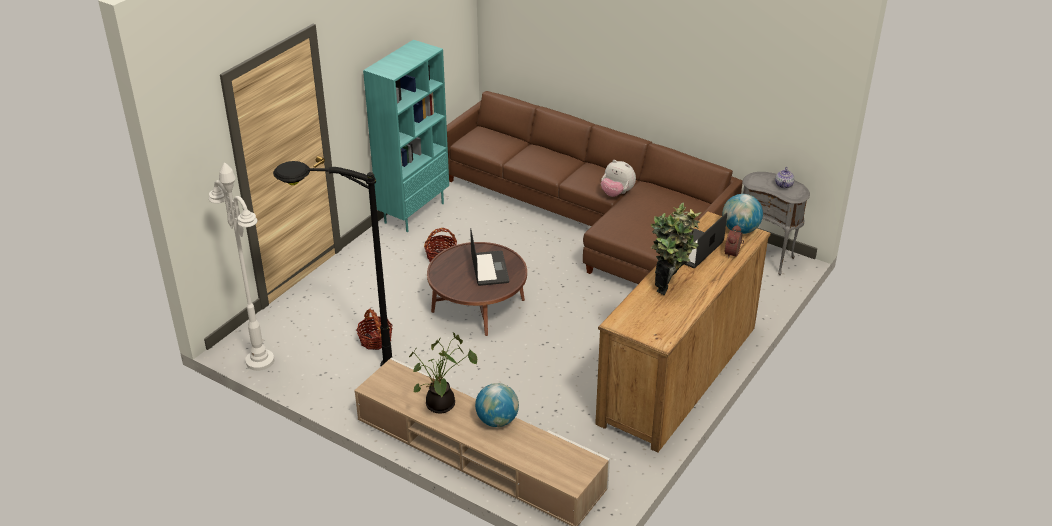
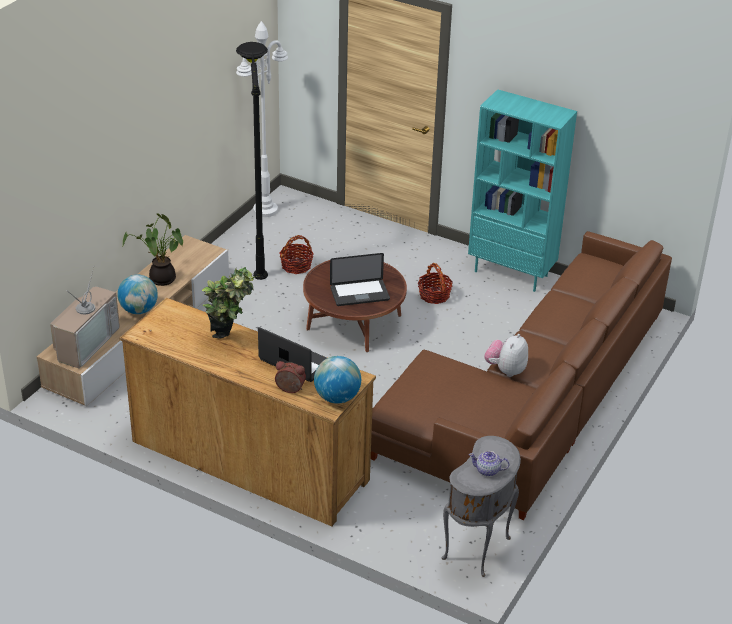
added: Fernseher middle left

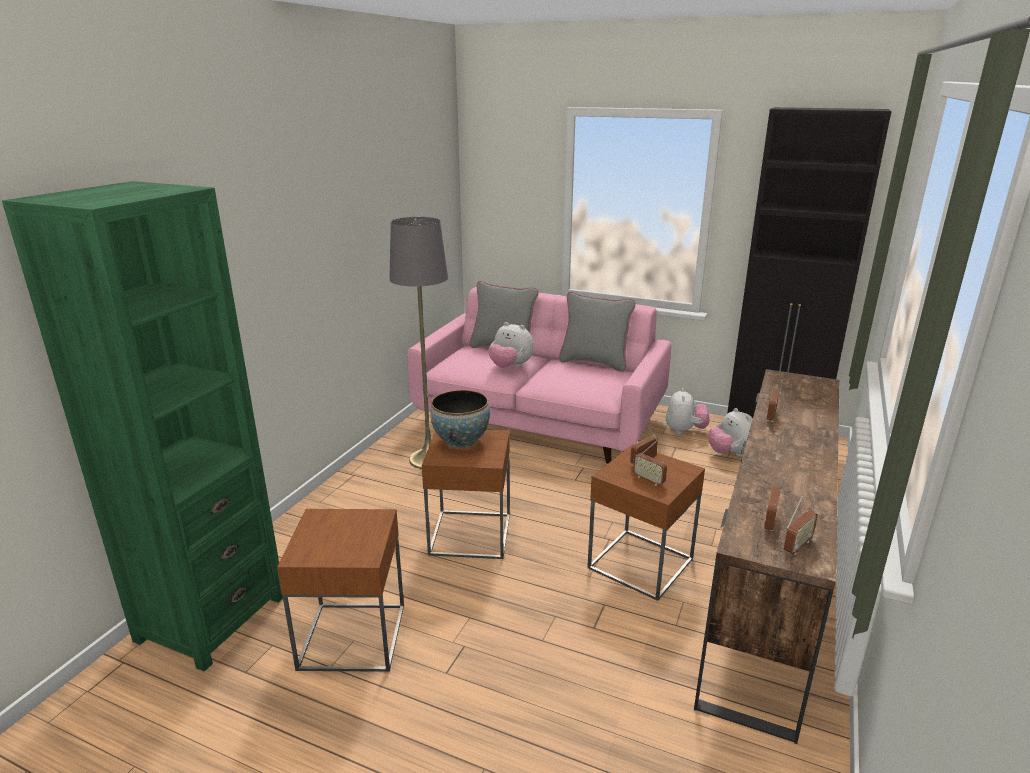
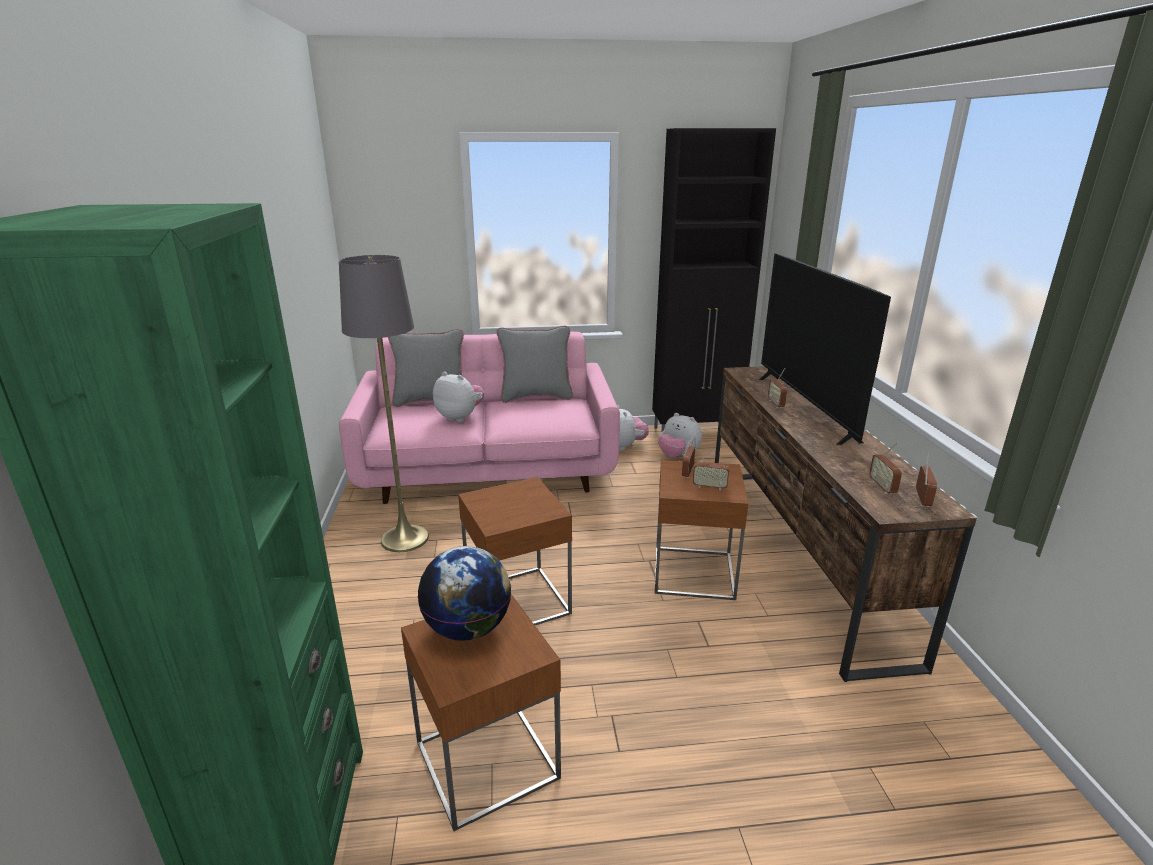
removed: Schüssel centre
added: Fernseher middle right; Globus bottom centre
turned: Plüschtier (1st from left) centre = centre 150 degrees counterclockwise

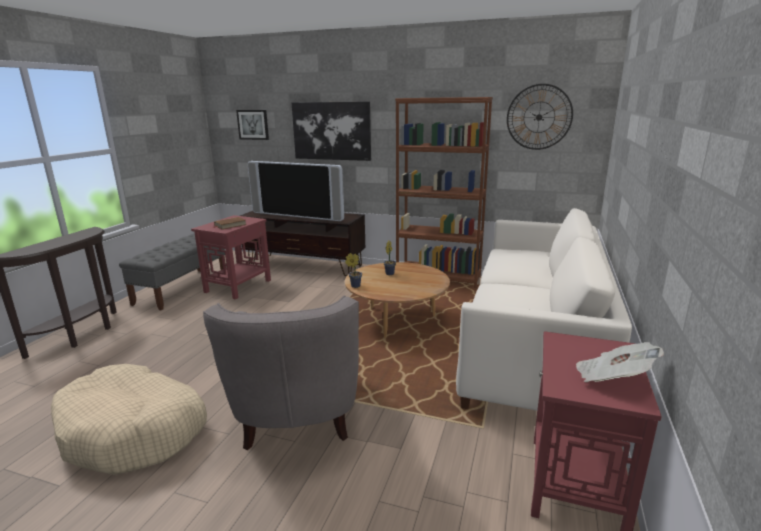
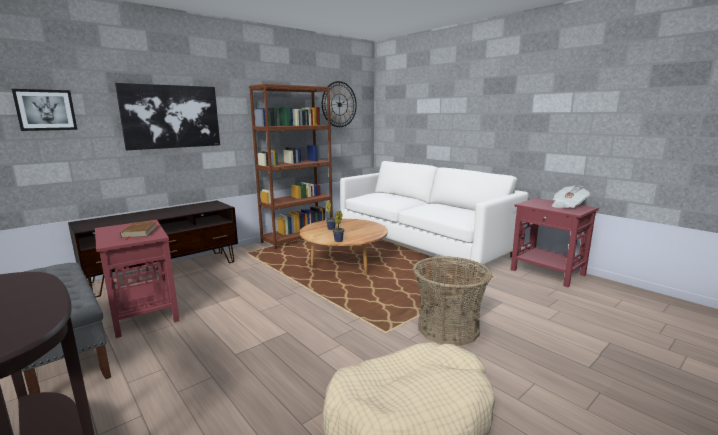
removed: Fernseher centre
replaced: Sessel/grau bottom centre to Korb bottom centre

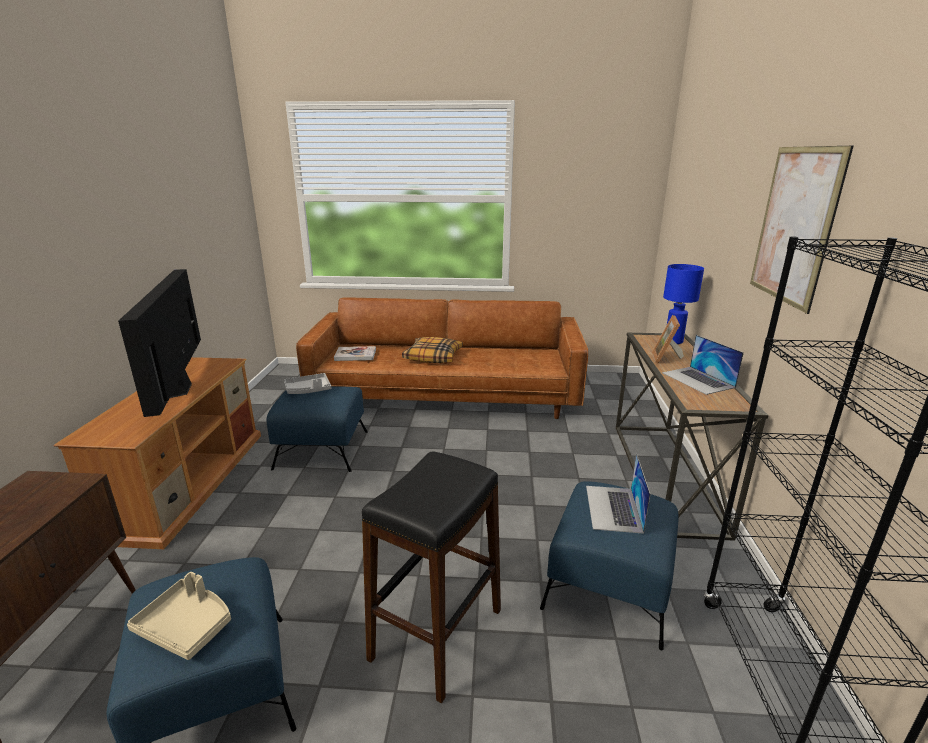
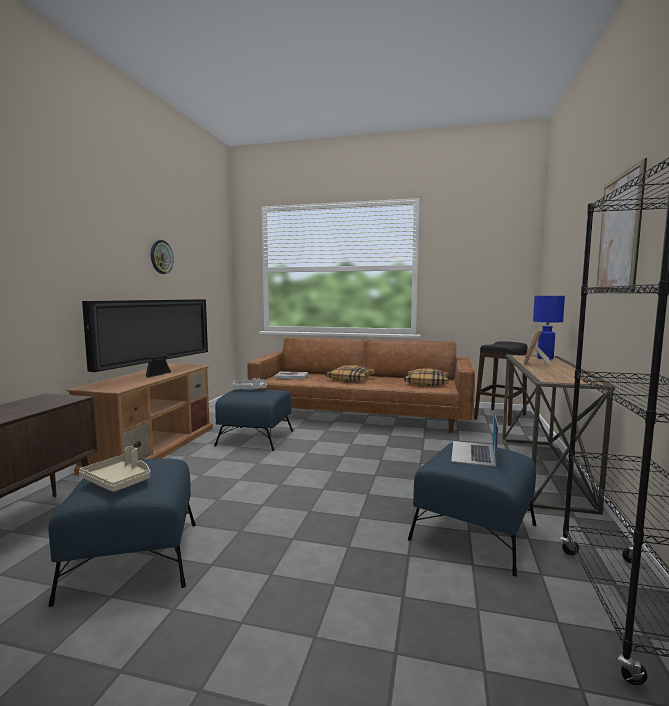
removed: Laptop (2nd from left) middle right
added: Wanduhr middle left; Kissen (2nd from left) centre
moved: Hocker/schwarz bottom centre to middle right
turned: Fernseher middle left = middle left 150 degrees counterclockwise

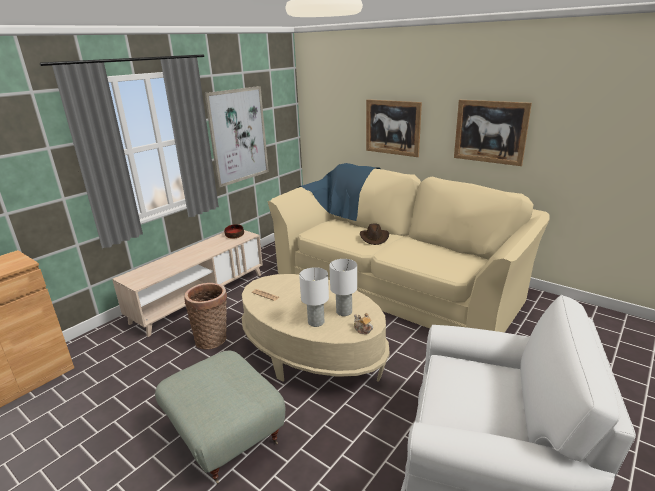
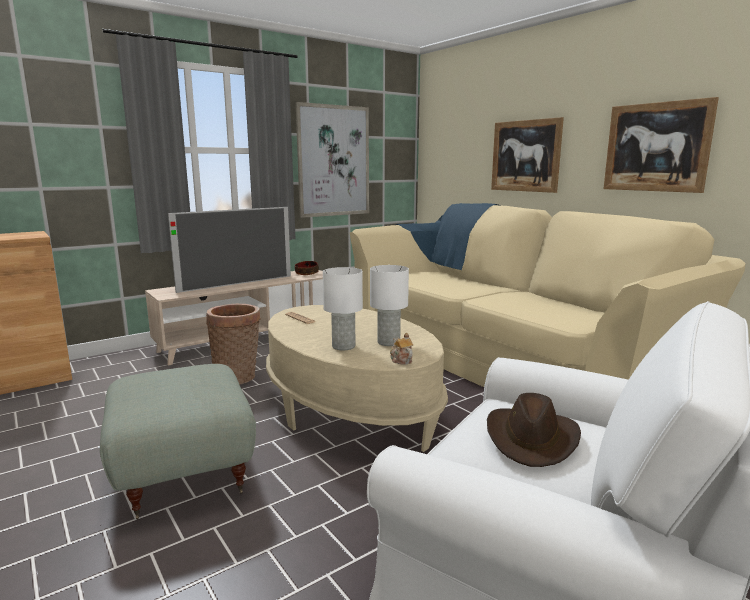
added: Fernseher middle left
moved: Hut/braun centre to bottom right

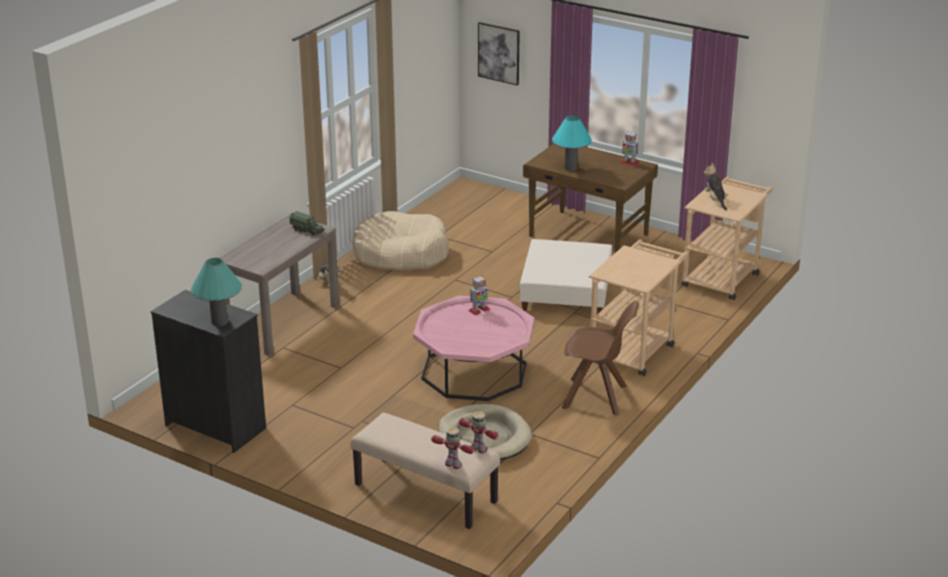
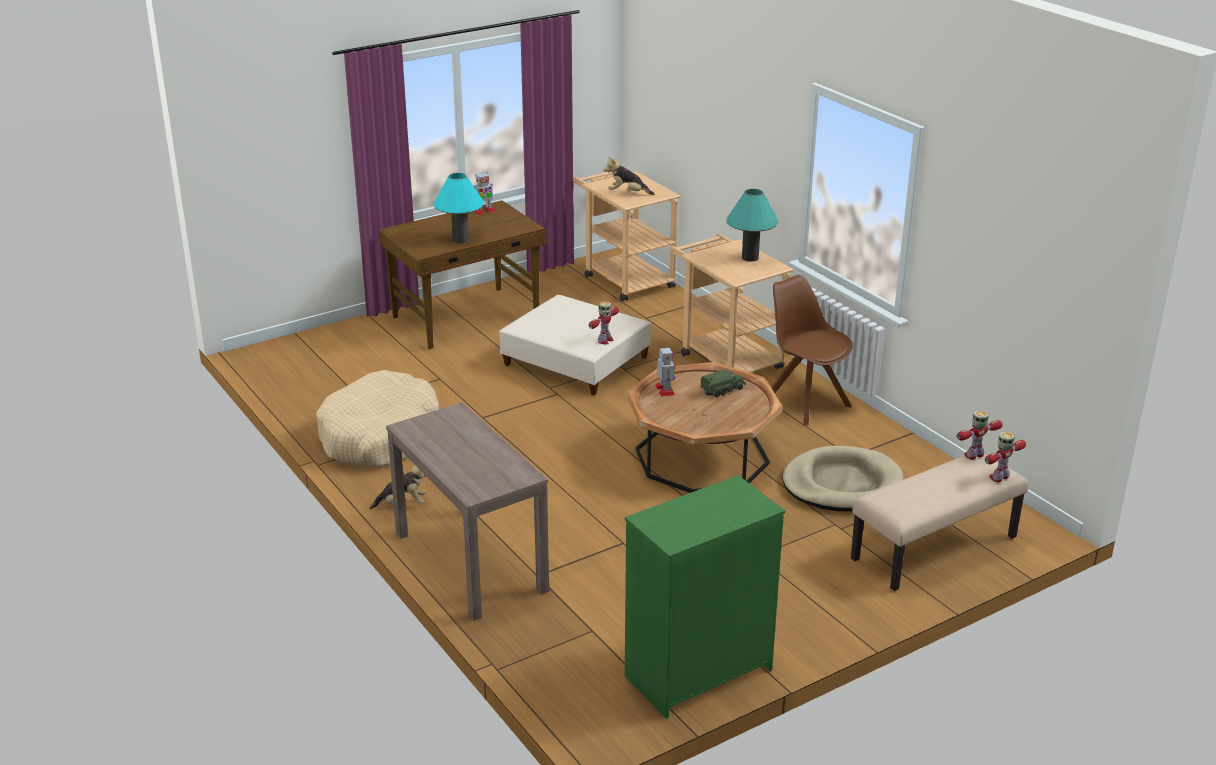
removed: Bild top centre
added: Spielzeugroboter (2nd from left) centre
moved: Spielzeuglaster middle left to centre; Tischlampe/türkis (1st from left in the first image) middle left to Tischlampe/türkis (2nd from left) top centre
recoloured: Kommode/schwarz middle left to Kommode/grün bottom centre; Couchtisch/rosa centre to Couchtisch/braun centre
turned: Stuhl/braun centre = middle right 75 degrees counterclockwise

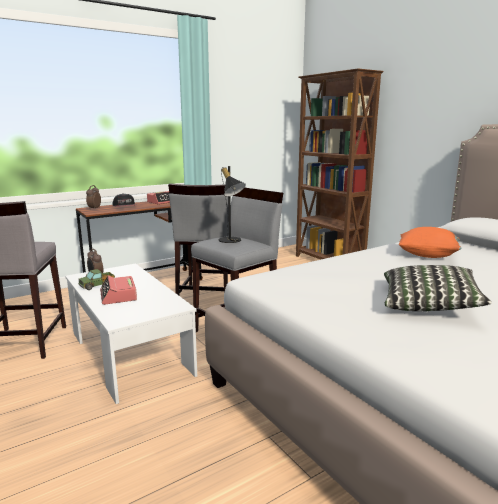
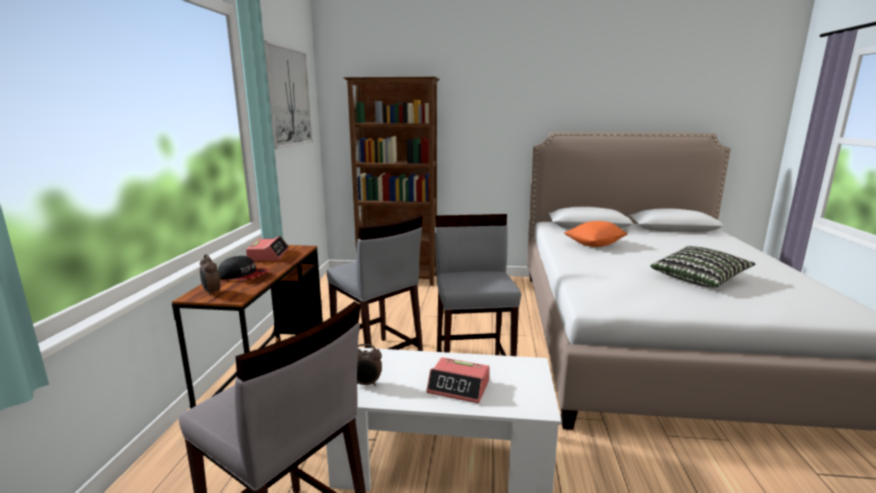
removed: Tischlampe/schwarz centre; Spielzeuglaster middle left
added: Bild top left

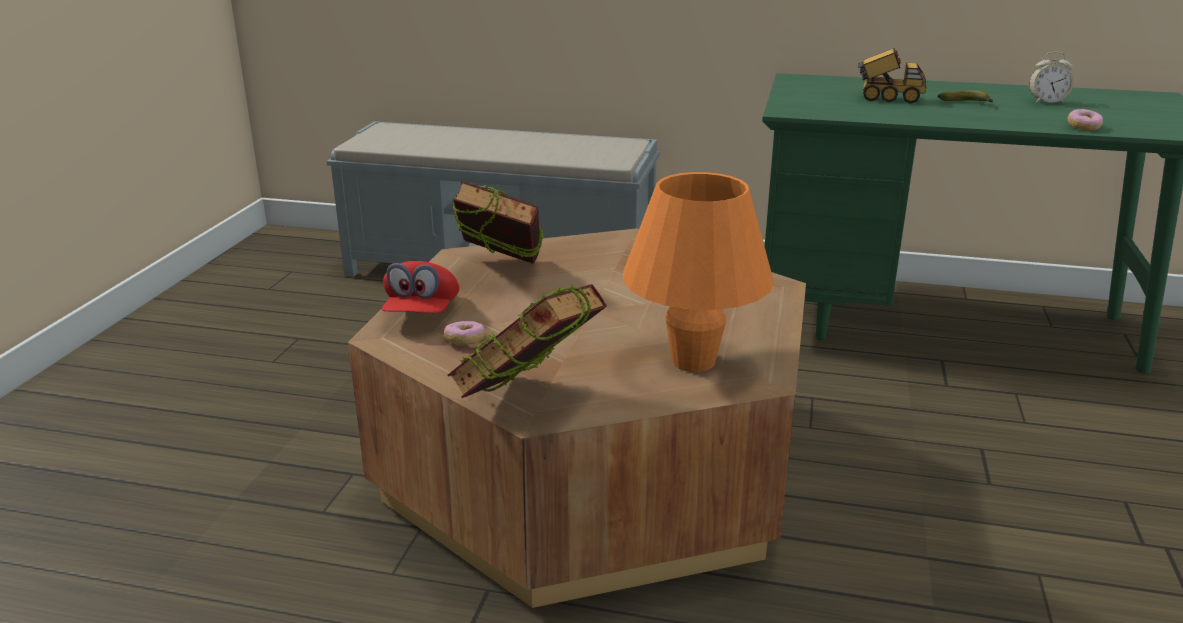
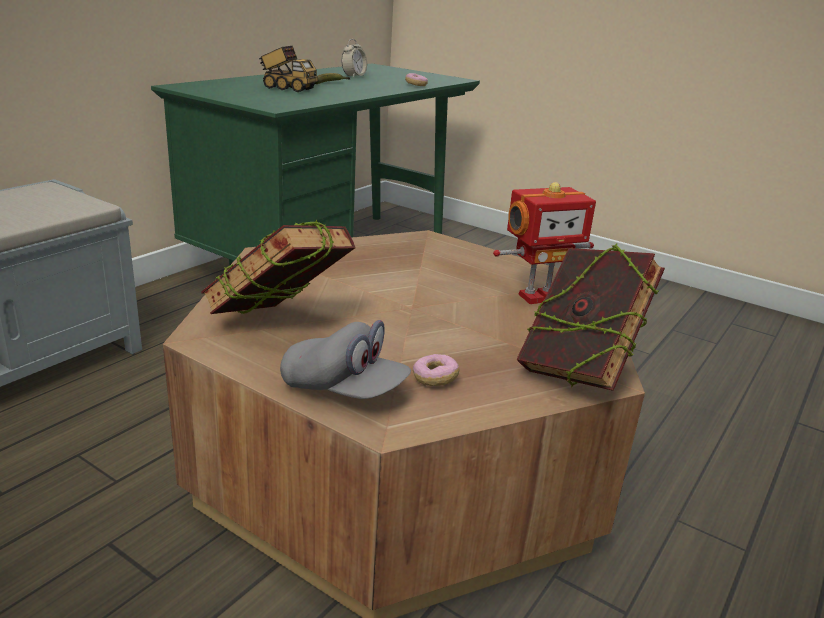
replaced: Tischlampe/orange centre to Spielzeugroboter centre
recoloured: Kappe/rot centre to Kappe/grau centre
turned: Spielzeuglaster top right = top centre 75 degrees clockwise

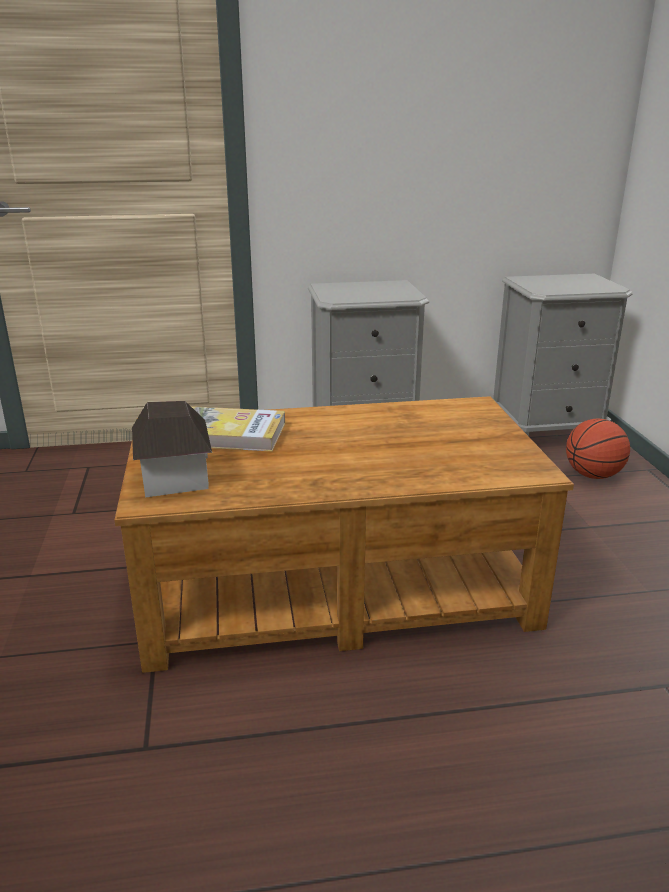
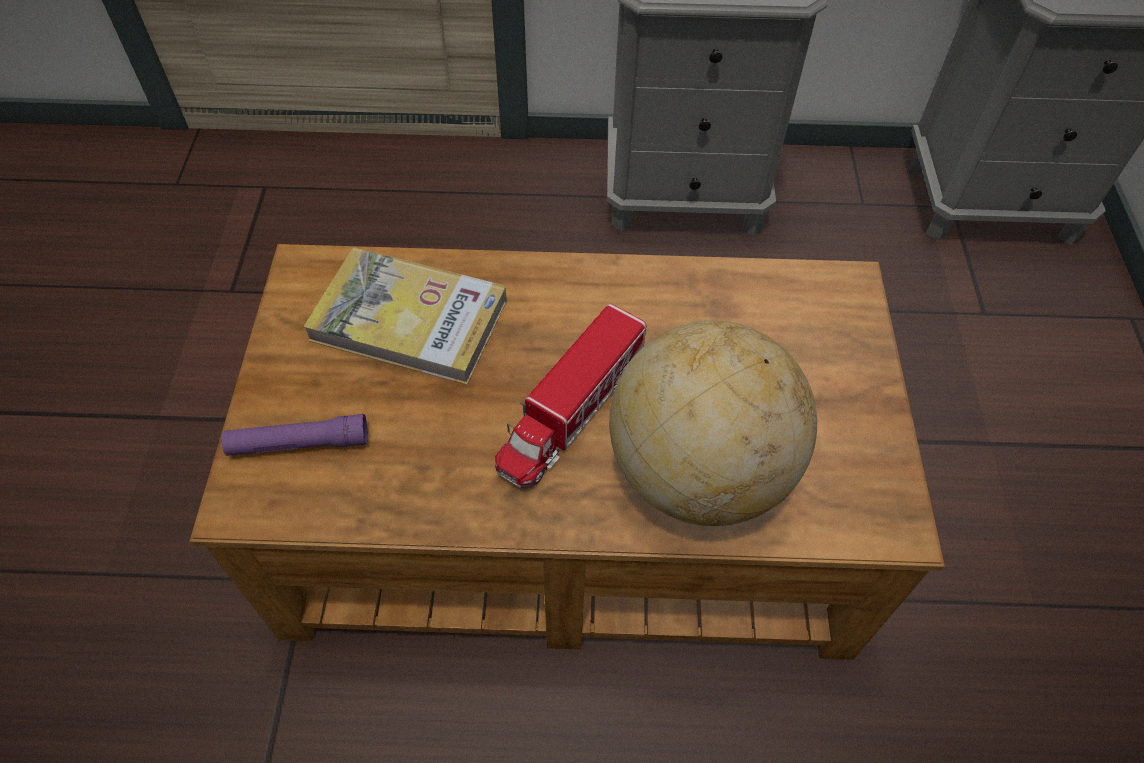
removed: Basketball middle right
added: Spielzeuglaster centre; Globus centre
replaced: Spielzeughaus middle left to Taschenlampe/lila middle left

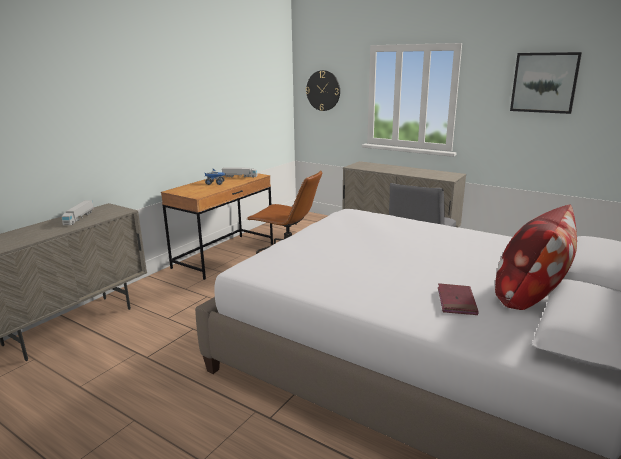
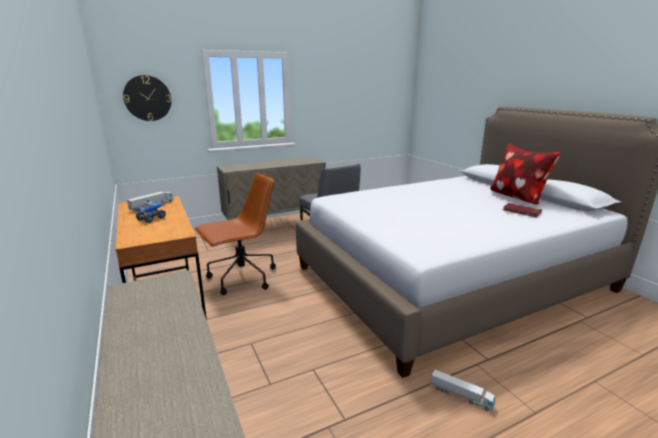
removed: Bild top right
moved: Spielzeuglaster (1st from left in the first image) middle left to Spielzeuglaster (3rd from left) bottom right

